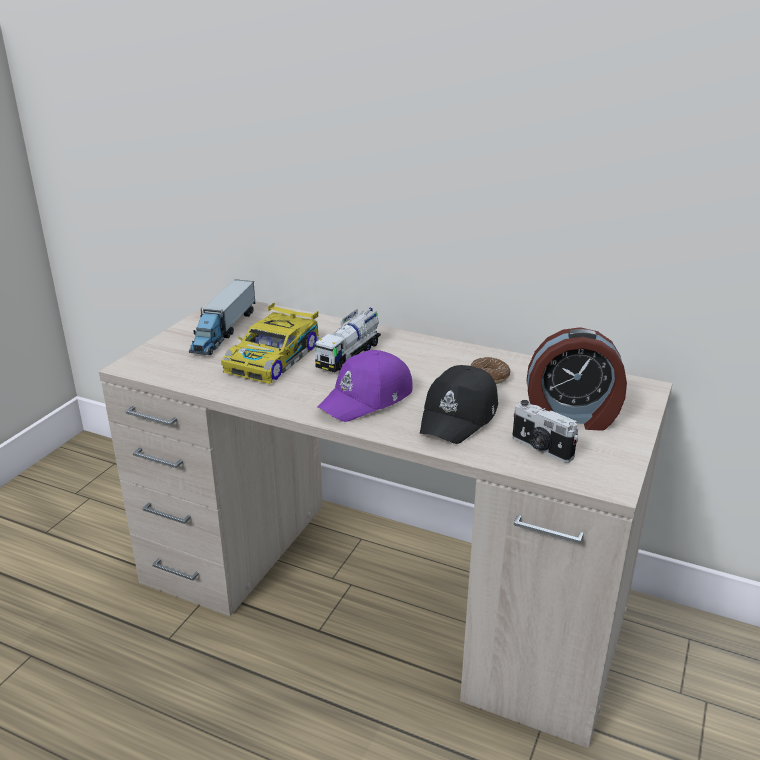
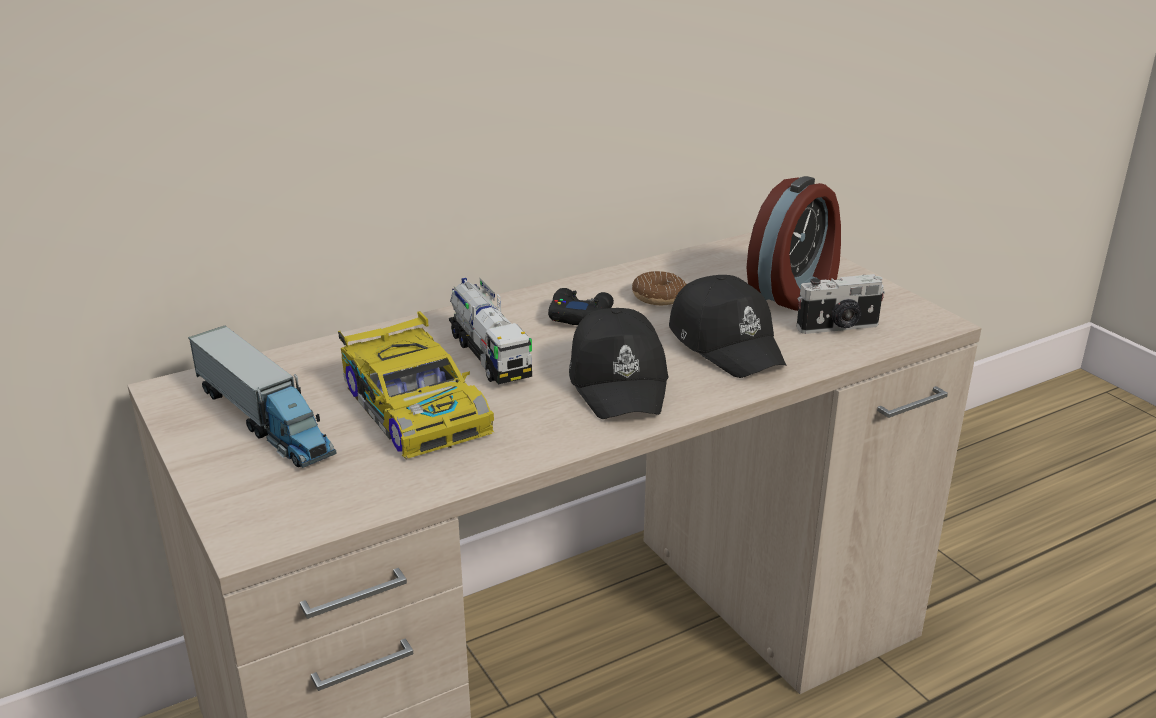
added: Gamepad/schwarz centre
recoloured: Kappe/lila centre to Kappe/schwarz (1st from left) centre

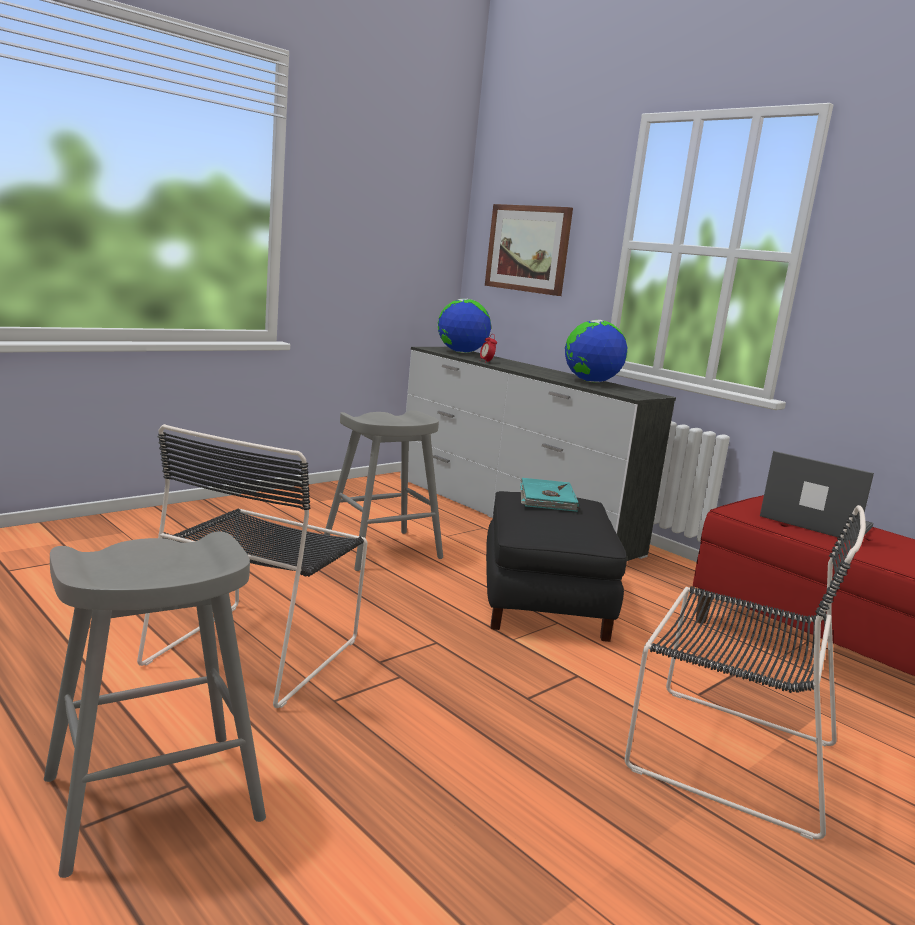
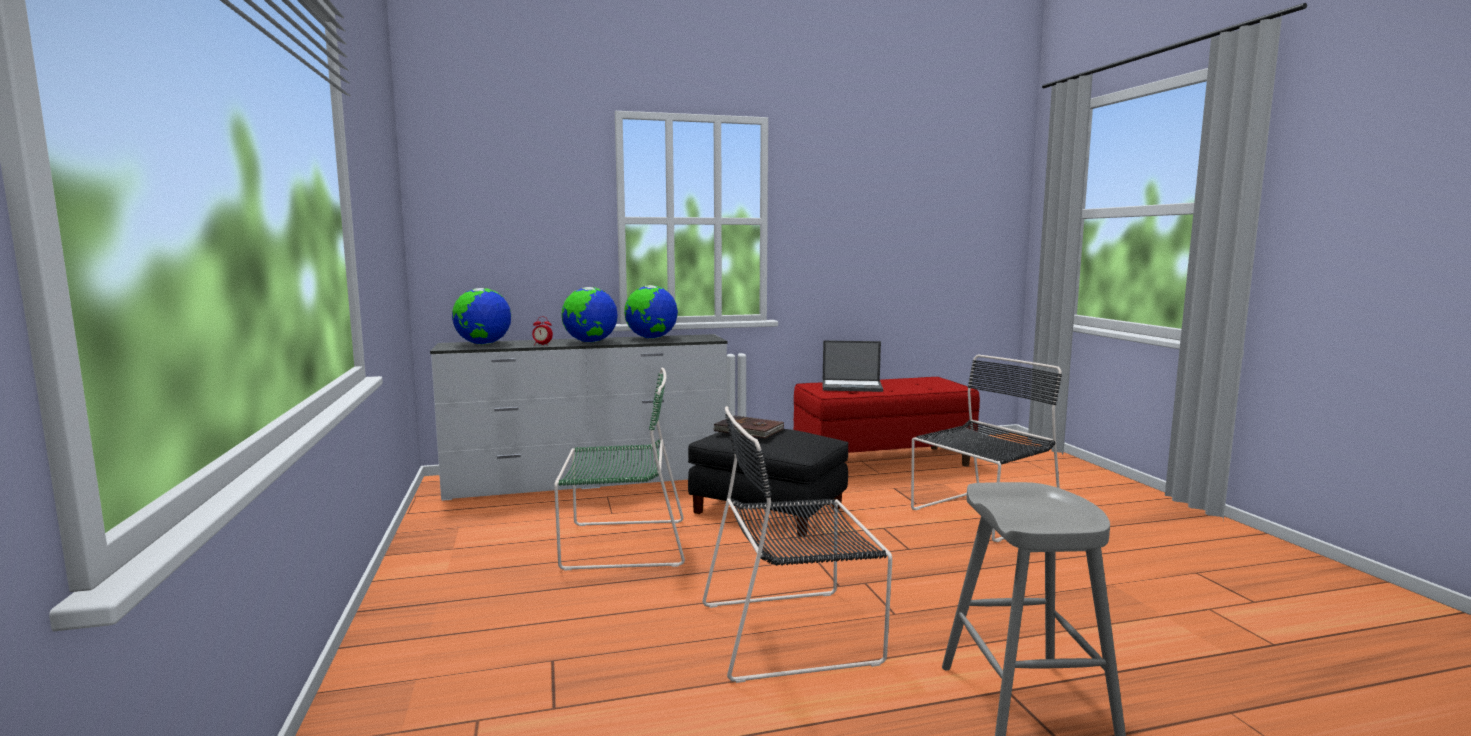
removed: Bild top centre
added: Globus (2nd from left) centre
replaced: Hocker/grau (2nd from left) centre to Stuhl/grün centre
recoloured: Buch/türkis centre to Buch/braun centre
turned: Stuhl/schwarz (1st from left) middle left = bottom centre 120 degrees clockwise; Laptop middle right = centre 150 degrees counterclockwise

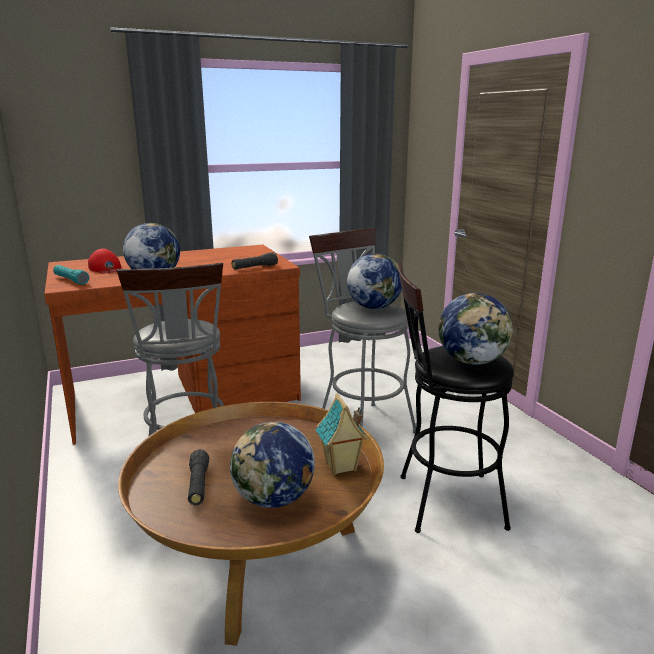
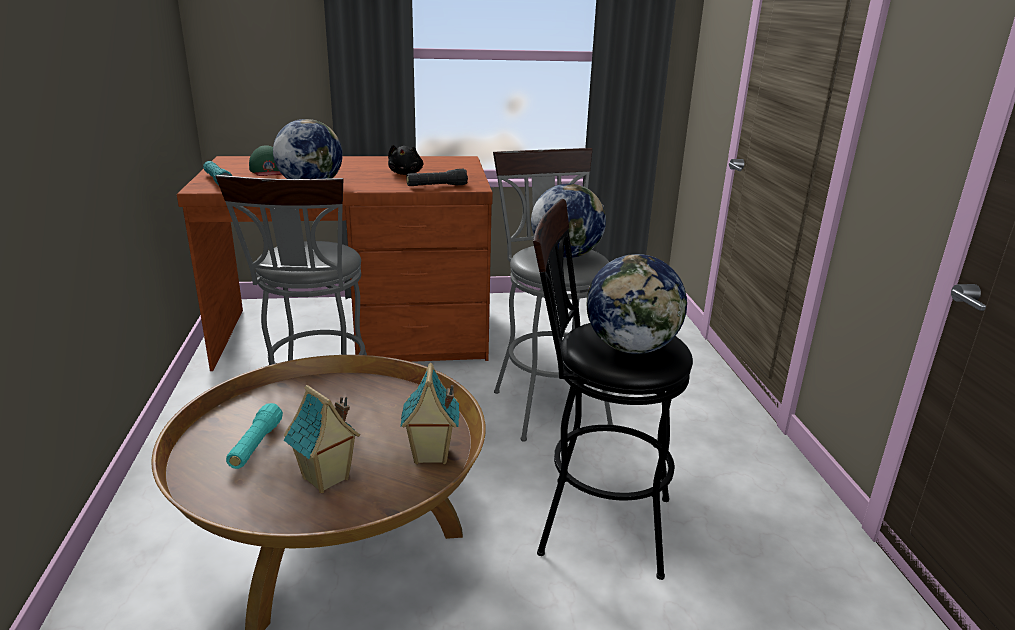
added: Plüschtier/schwarz top centre
replaced: Globus (2nd from left) bottom centre to Spielzeughaus (1st from left) bottom left
recoloured: Kappe/rot middle left to Kappe/grün top left; Taschenlampe/schwarz (1st from left) bottom left to Taschenlampe/türkis (2nd from left) bottom left

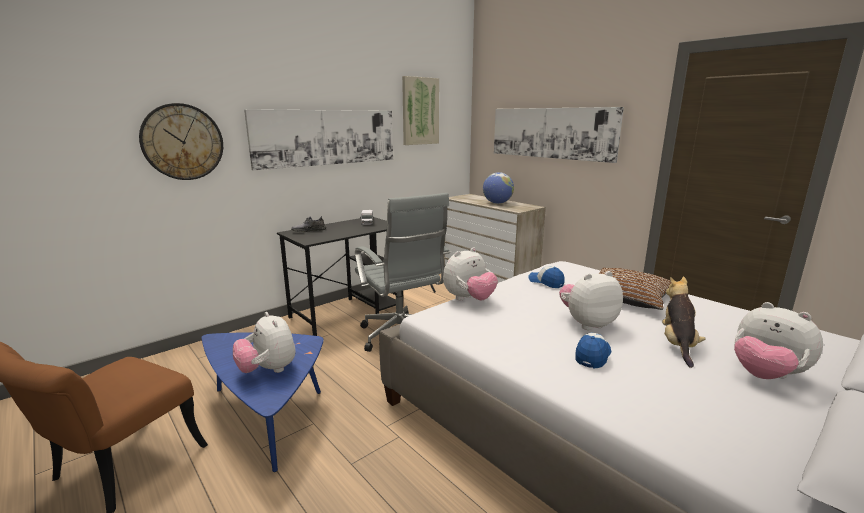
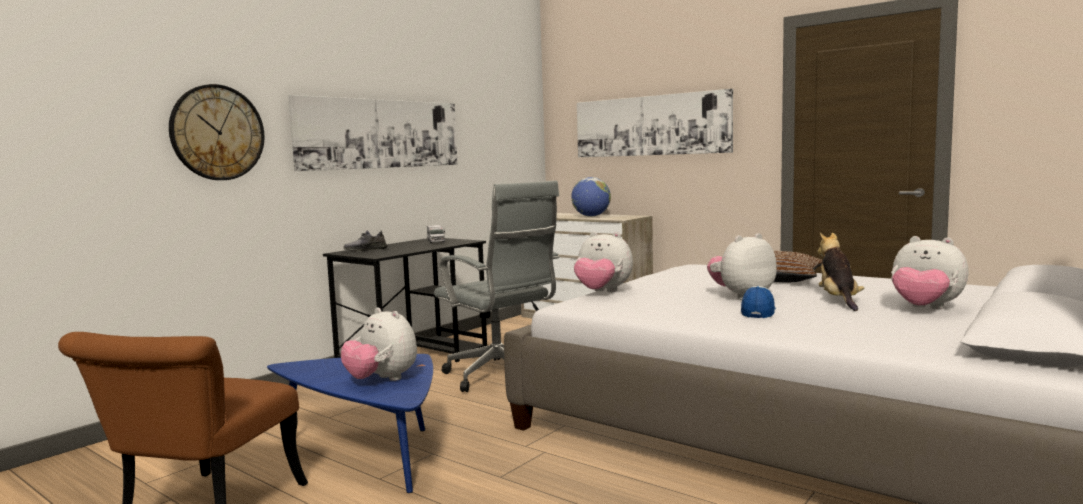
removed: Bild (2nd from left) top centre; Kappe (1st from left) centre
turned: Plüschtier (2nd from left) centre = centre 75 degrees clockwise

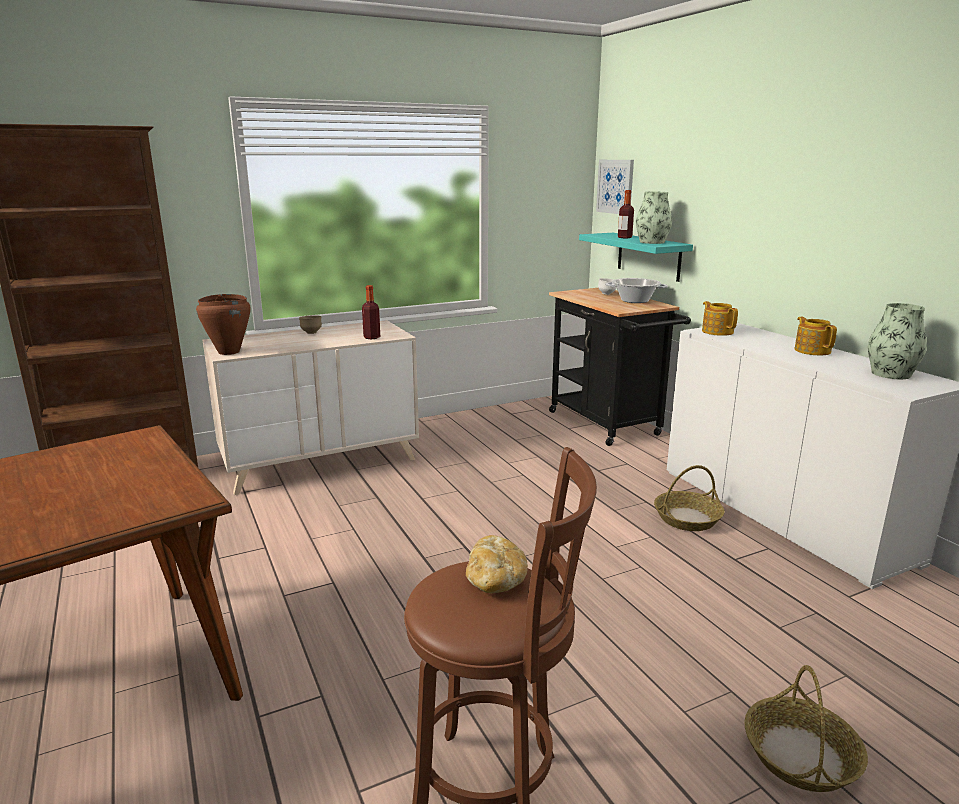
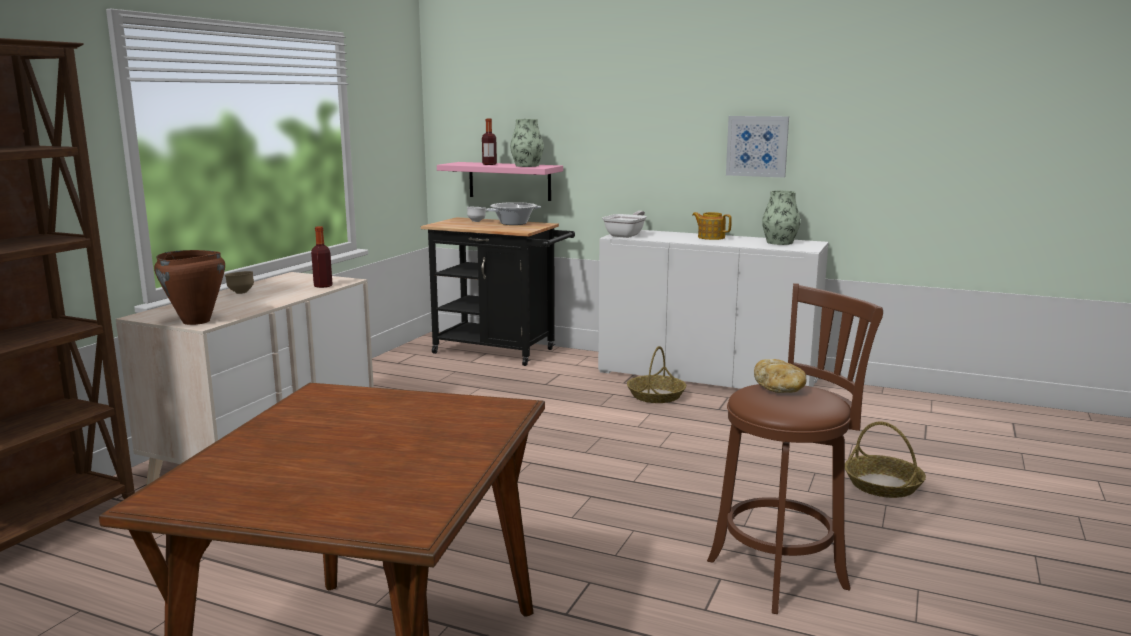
moved: Bild top centre to top right
replaced: Teekanne (1st from left) middle right to Pfanne centre
recoloured: Wandregal/türkis top centre to Wandregal/rosa top centre

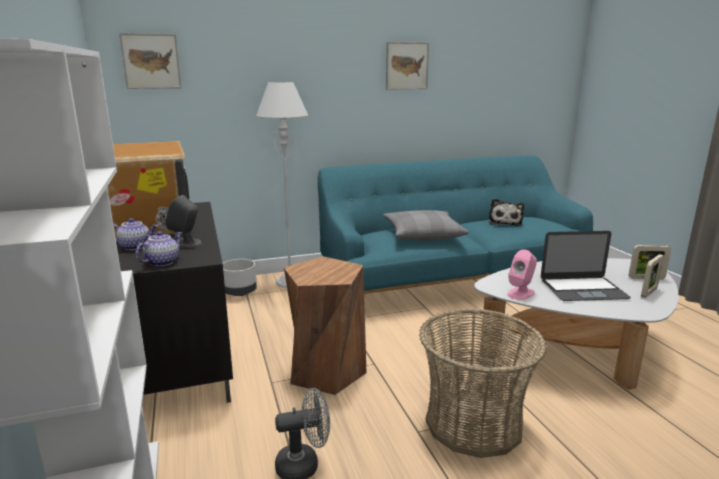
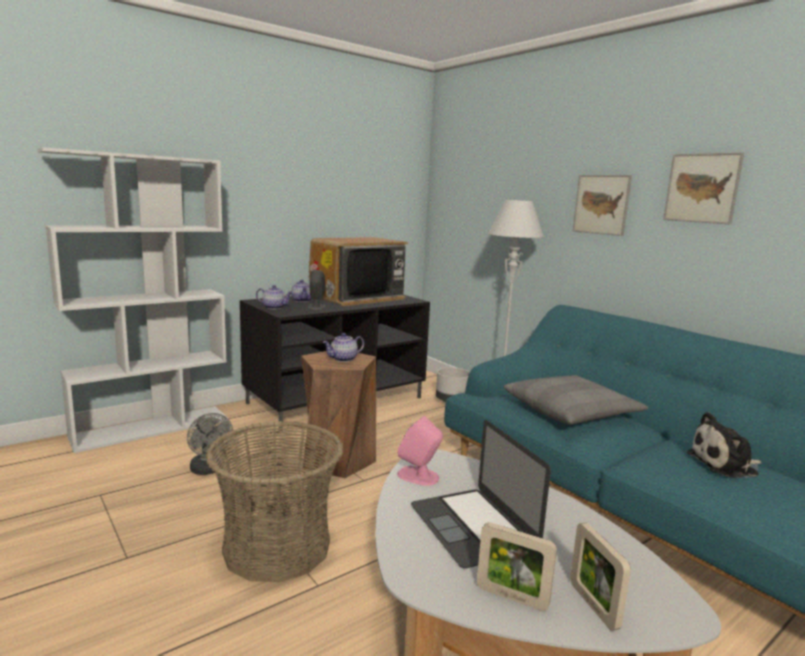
added: Teekanne (3rd from left) centre
moved: Bild (1st from left) top left to top right

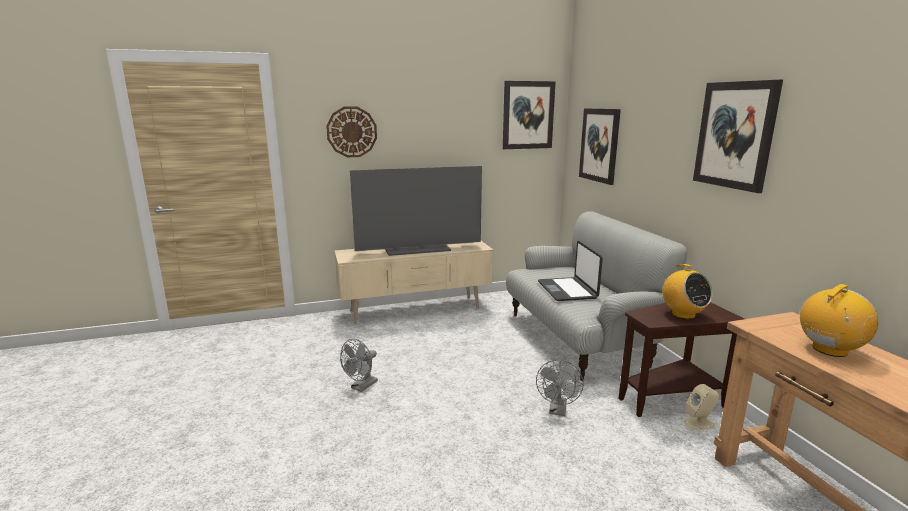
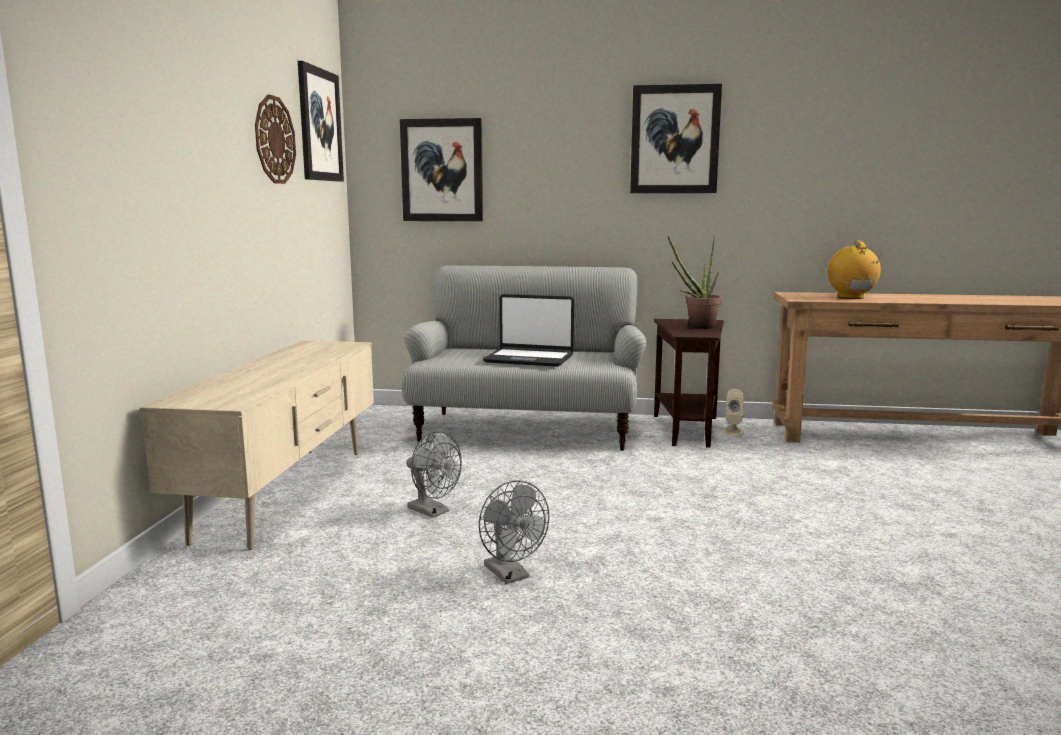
removed: Fernseher centre
moved: Wanduhr top centre to top left; Ventilator/grau (2nd from left in the first image) bottom centre to Ventilator/grau (1st from left) centre
replaced: Radio (1st from left) middle right to Topfpflanze centre

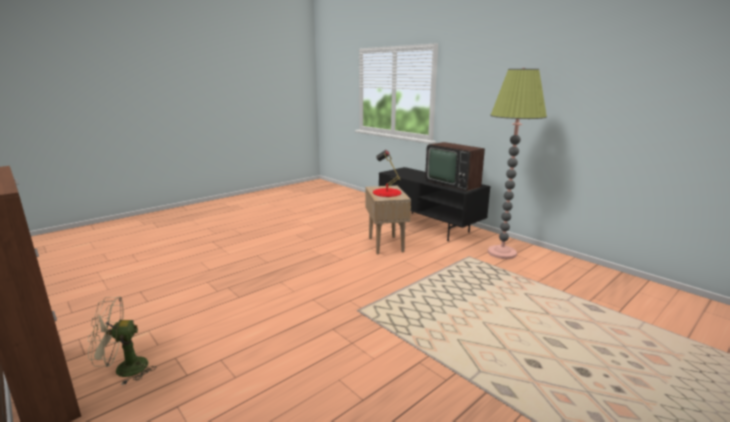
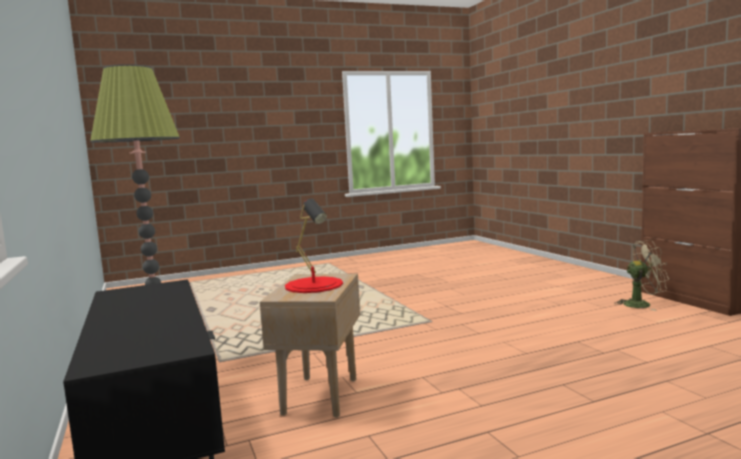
removed: Fernseher centre

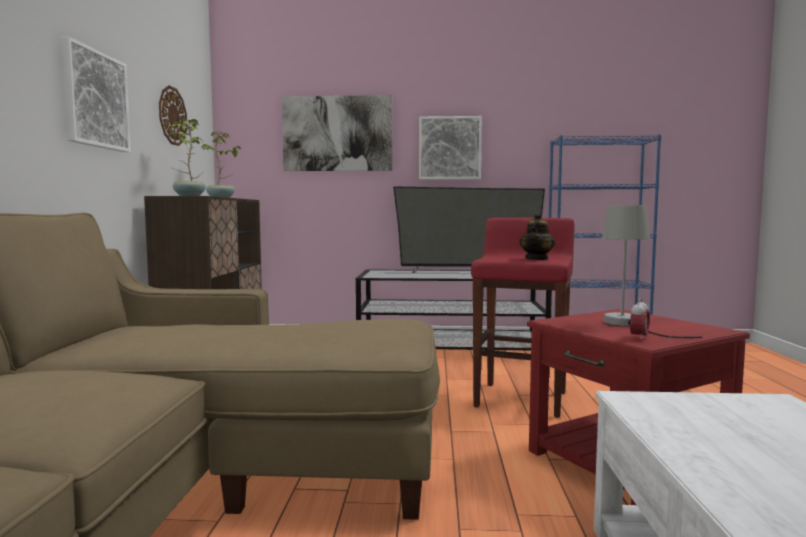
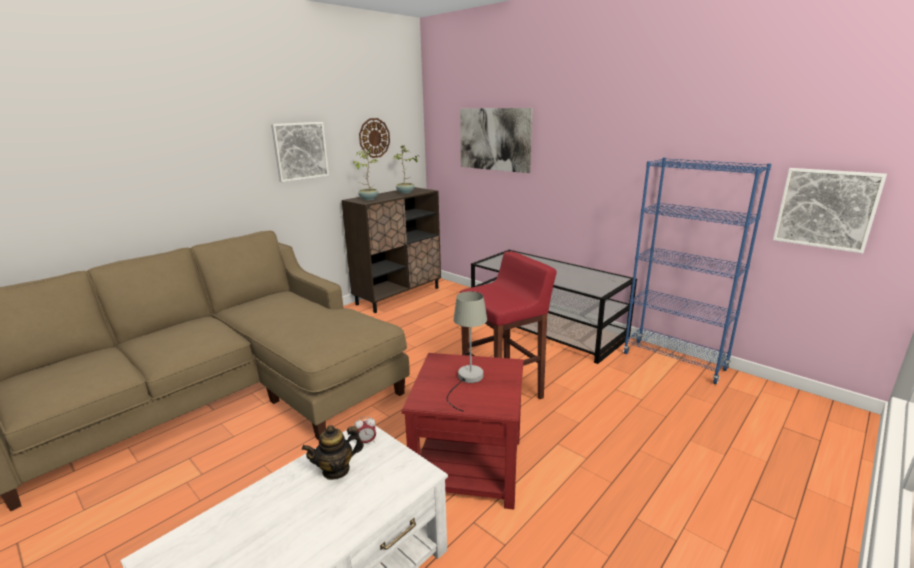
removed: Fernseher centre
moved: Bild (3rd from left) top centre to middle right; Teekanne centre to bottom centre; Wecker middle right to bottom centre

